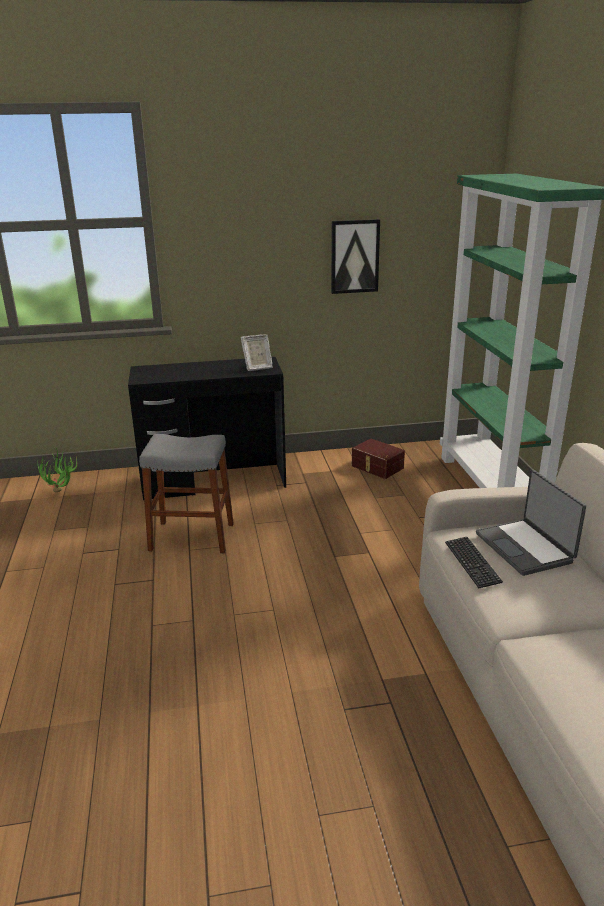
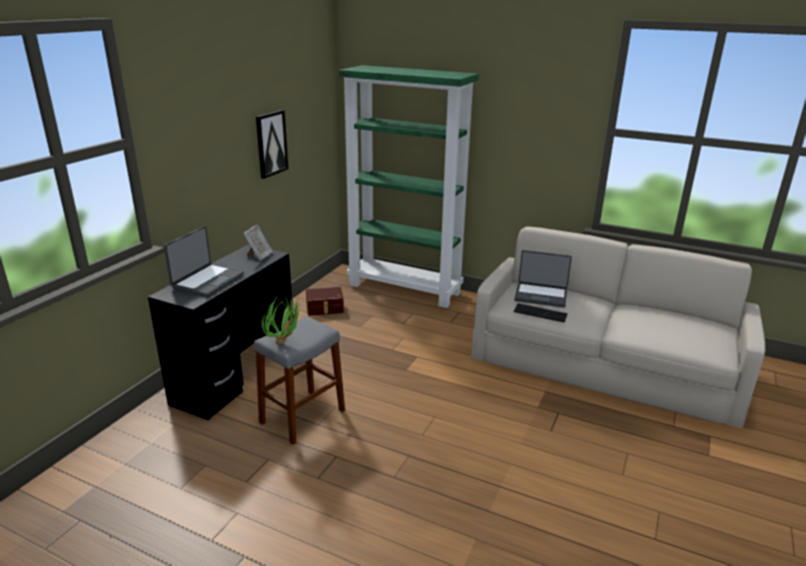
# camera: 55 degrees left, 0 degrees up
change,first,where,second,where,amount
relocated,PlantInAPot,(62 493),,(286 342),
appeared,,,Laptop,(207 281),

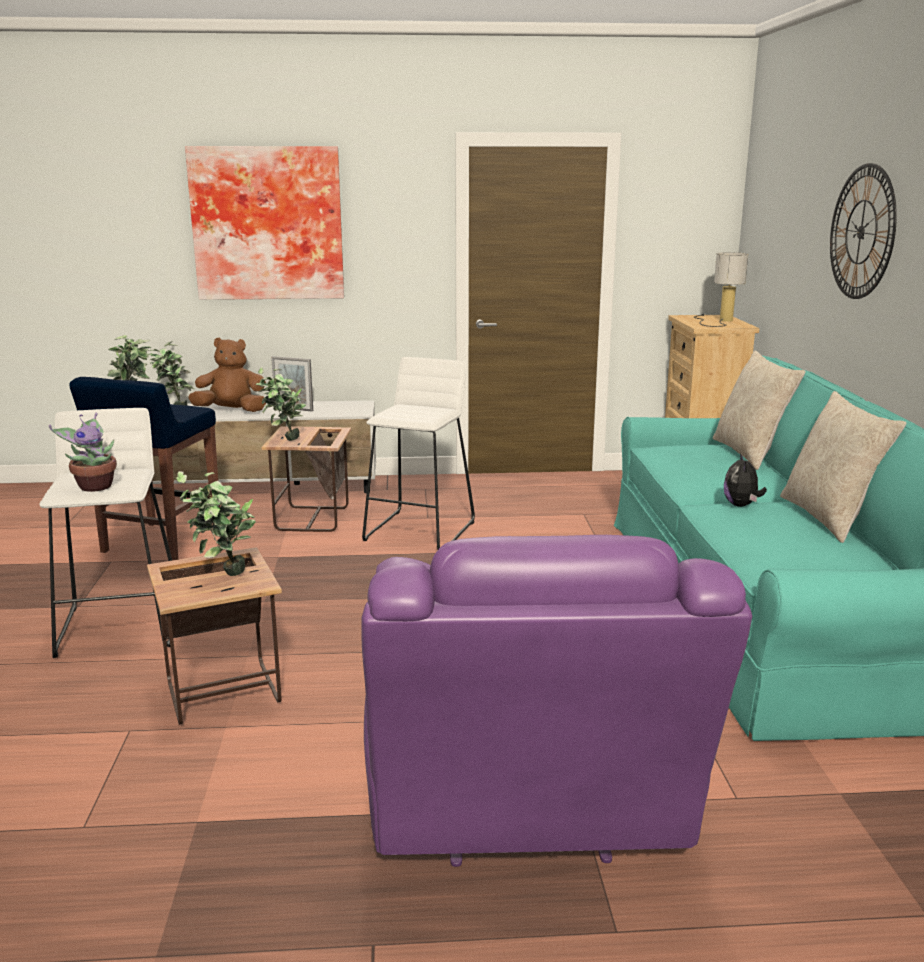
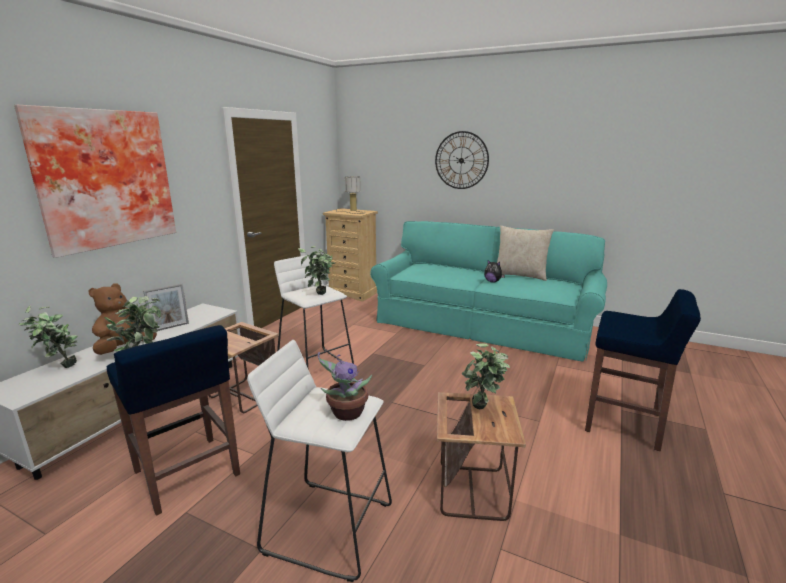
# camera: 60 degrees left, 0 degrees up
change,first,where,second,where,amount
relocated,PlantInAPot,(283 440),,(319 295),
exchanged,PurpleColouredLoungeChair,(527 811),BlueColouredStool,(624 423),
missing,BeigeColouredThrowPillow,(750 453),,,

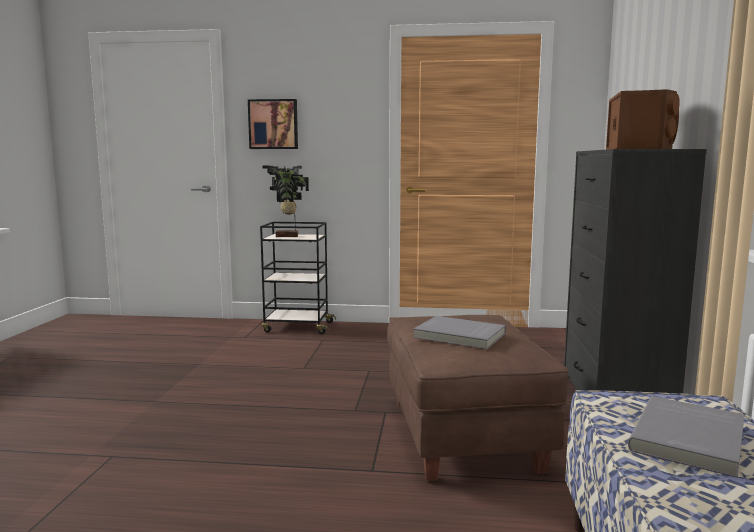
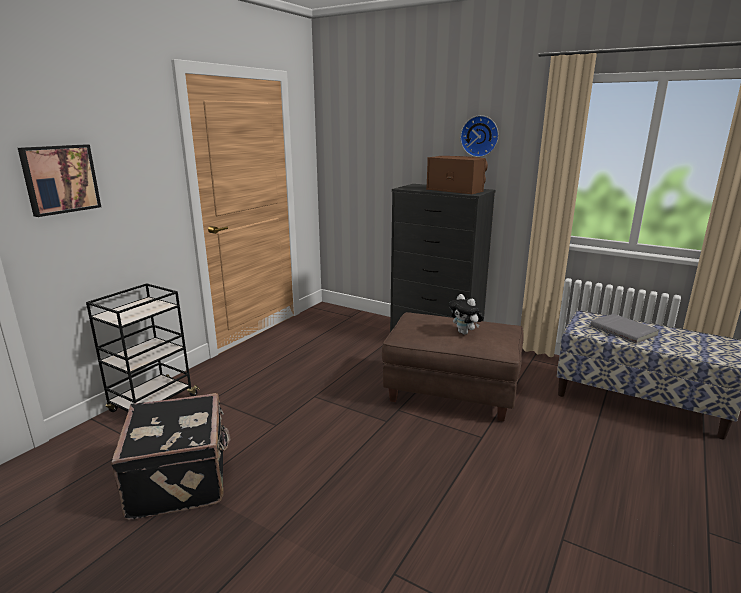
# camera: 65 degrees left, 10 degrees up
change,first,where,second,where,amount
missing,PlantInAPot,(287 236),,,
exchanged,GreyishBoundBook,(459 336),CuddlyToy,(465 333),
appeared,,,BlackSuitcase,(182 479),
appeared,,,HangingClock,(480 136),

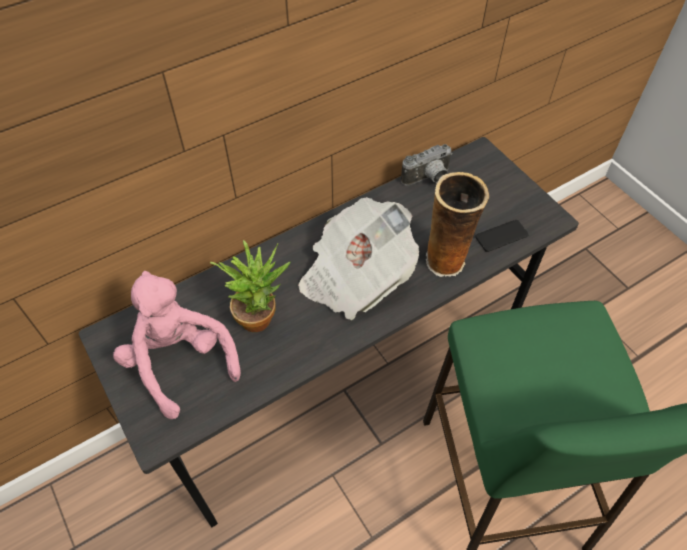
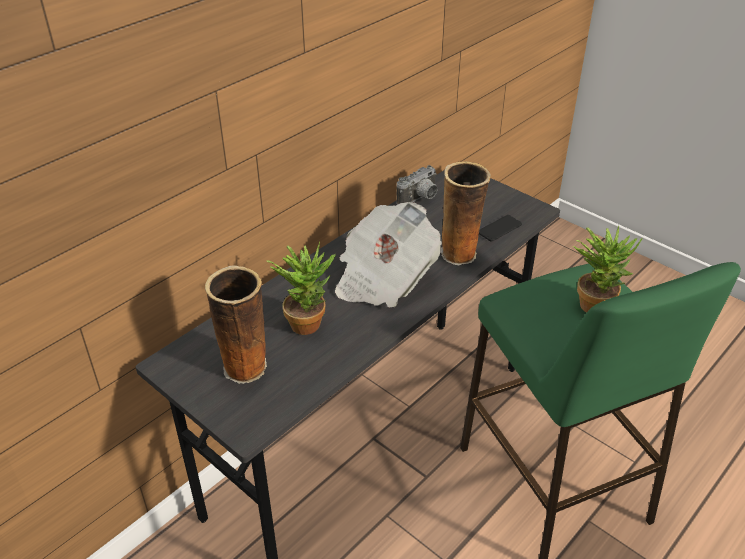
# camera: 15 degrees left, 15 degrees down
change,first,where,second,where,amount
exchanged,PinkishCuddlyToy,(180 361),Vase,(245 369),
appeared,,,PlantInAPot,(596 302),

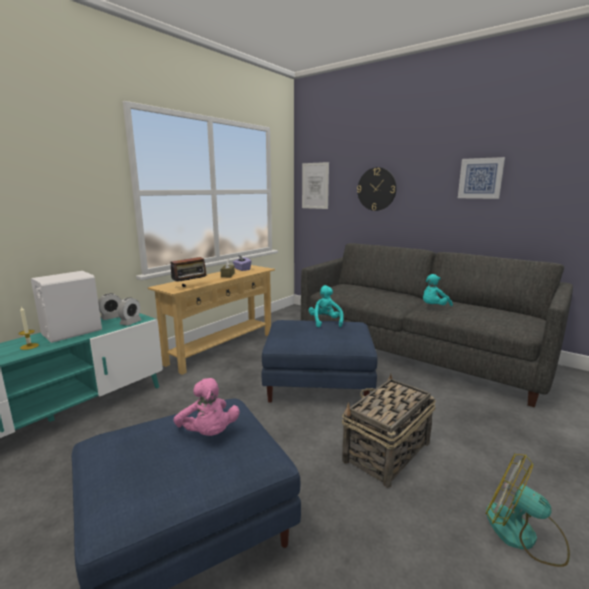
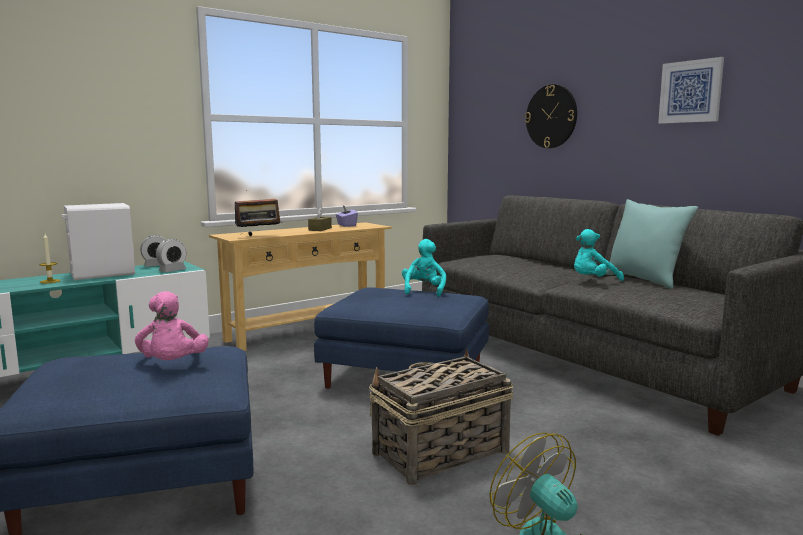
# camera: 15 degrees right, 5 degrees down
change,first,where,second,where,amount
missing,Picture,(315 186),,,
appeared,,,TurquoiseThrowPillow,(645 280),

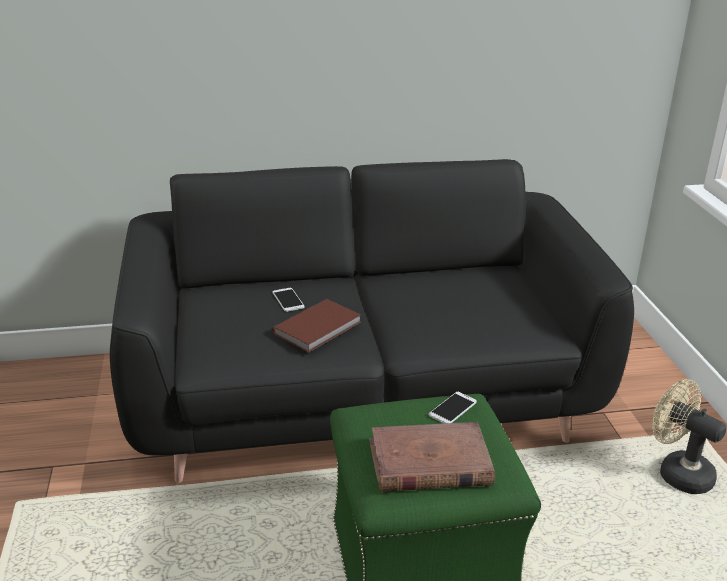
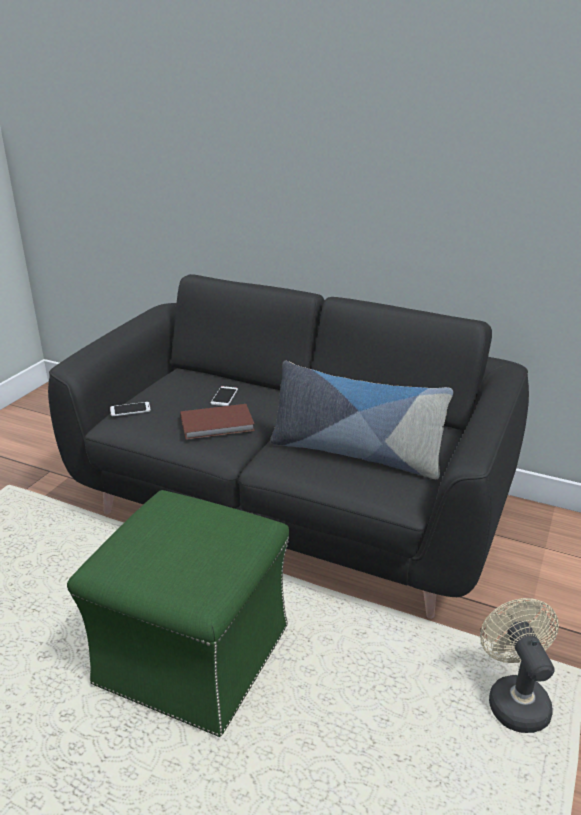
# camera: 35 degrees right, 0 degrees up
change,first,where,second,where,amount
missing,BrownBoundBook,(429 463),,,
relocated,Telephone,(452 409),,(130 409),
appeared,,,ThrowPillow,(355 453),

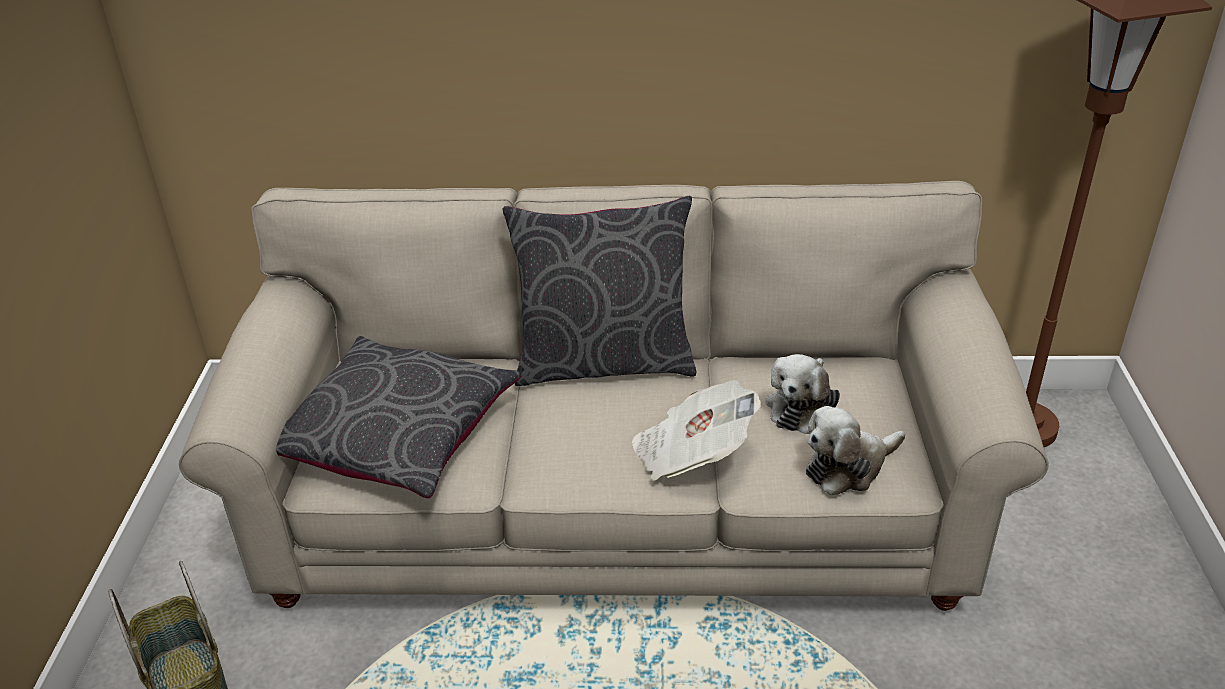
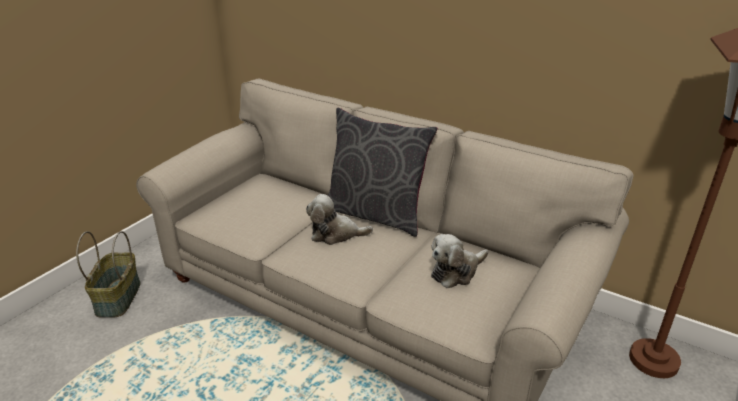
# camera: 30 degrees right, 5 degrees down
change,first,where,second,where,amount
missing,GreyishThrowPillow,(395 433),,,
missing,PrintedPaper,(692 454),,,
relocated,CuddlyToy,(848 467),,(335 234),

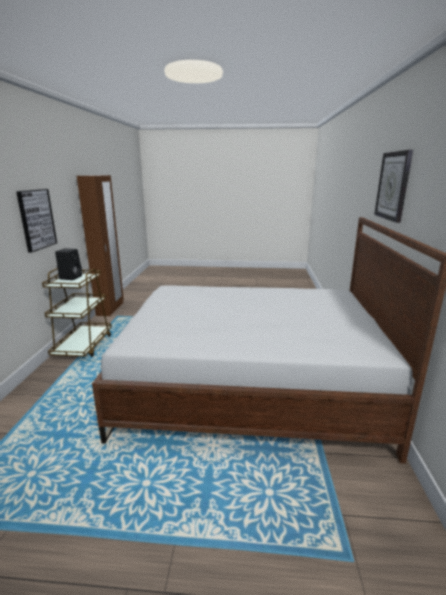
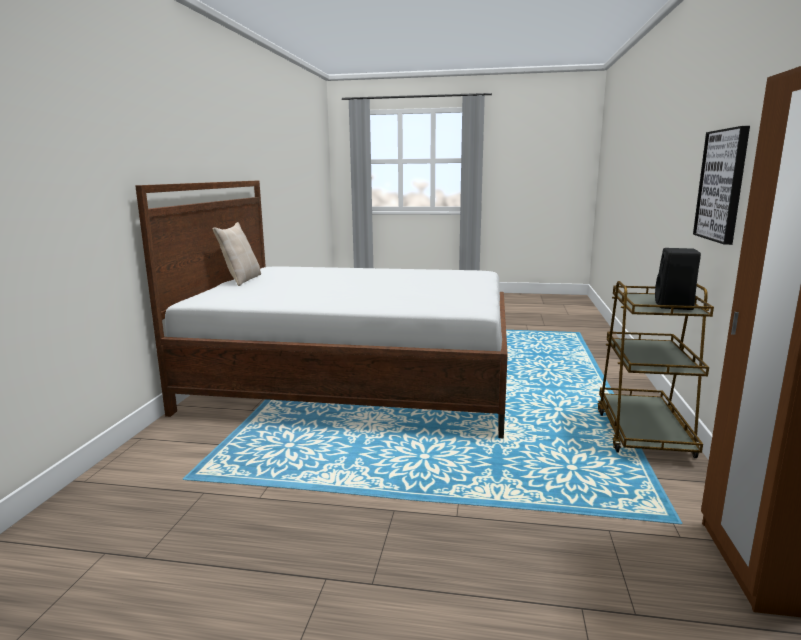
# camera: 175 degrees left, 5 degrees down
change,first,where,second,where,amount
missing,HangingClock,(393 186),,,
appeared,,,BeigeColouredThrowPillow,(241 280),

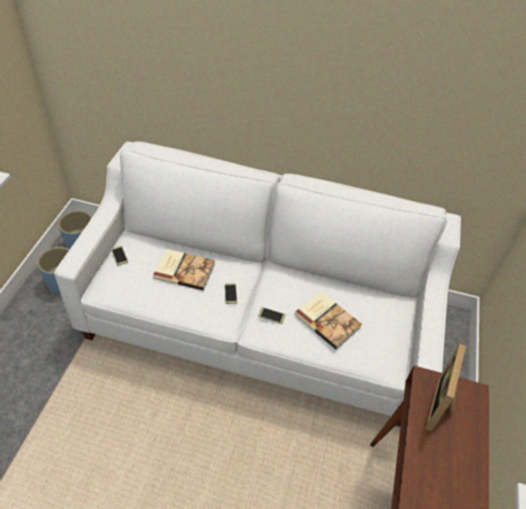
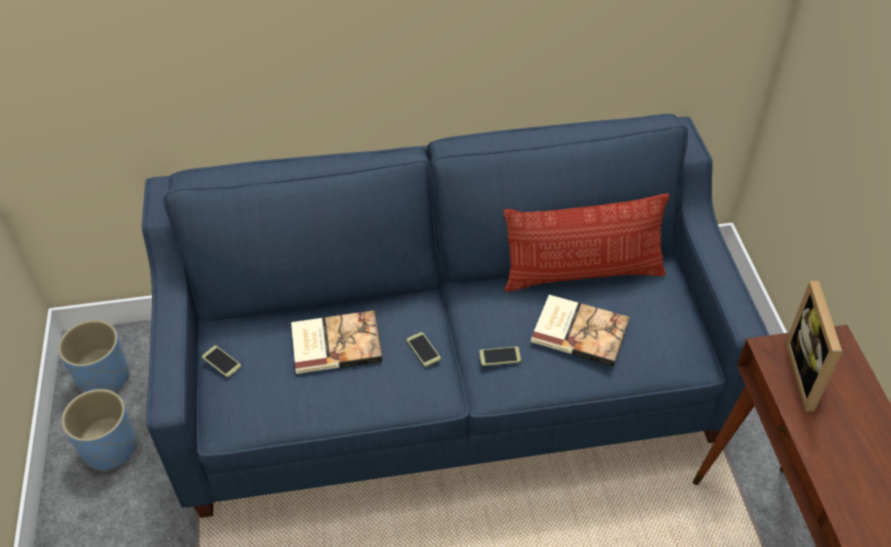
# camera: 20 degrees left, 0 degrees up
change,first,where,second,where,amount
colour,WhiteColouredSettee,(257 321),BlueColouredSettee,(447 381),
appeared,,,ThrowPillow,(582 274),

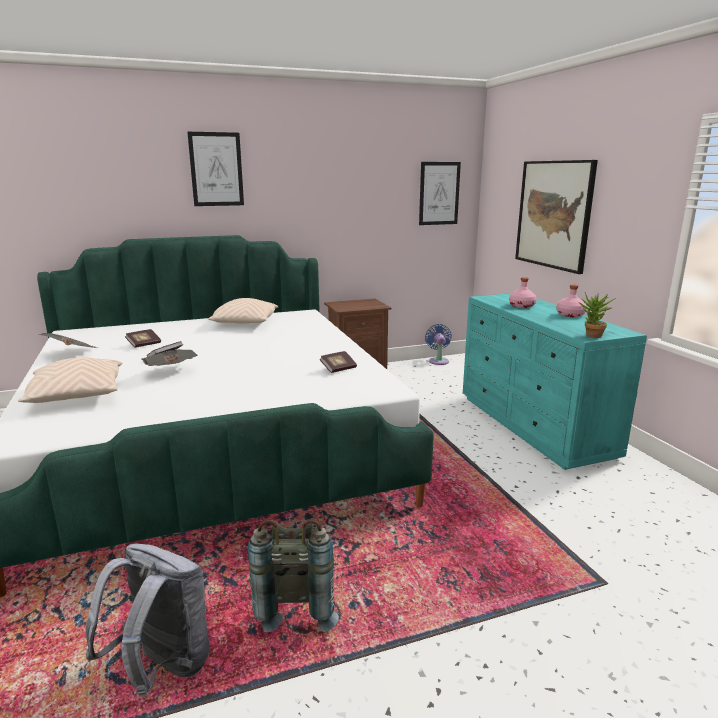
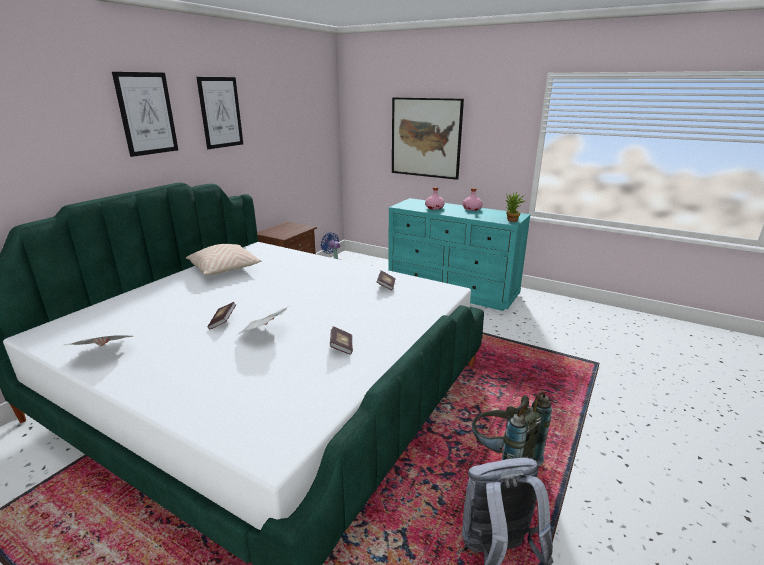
# camera: 40 degrees left, 5 degrees up
change,first,where,second,where,amount
missing,BeigeColouredThrowPillow,(77 396),,,
relocated,BoundBook,(144 344),,(341 347),
relocated,Picture,(439 193),,(220 112),

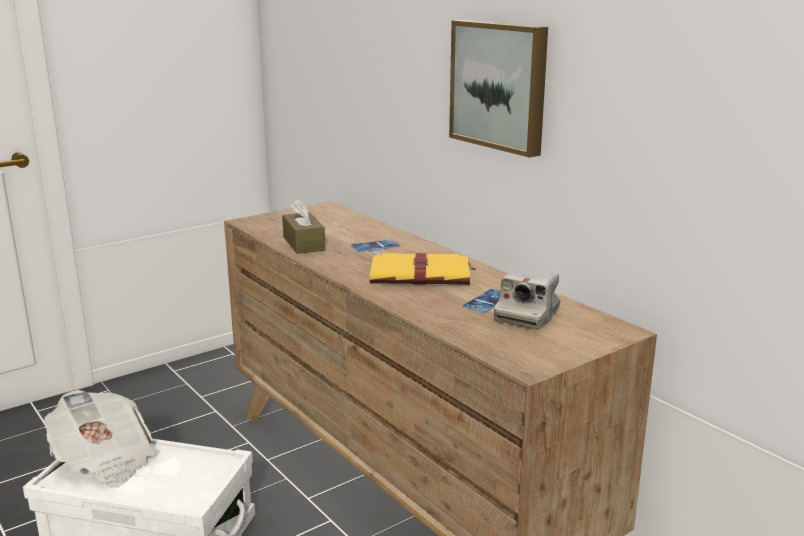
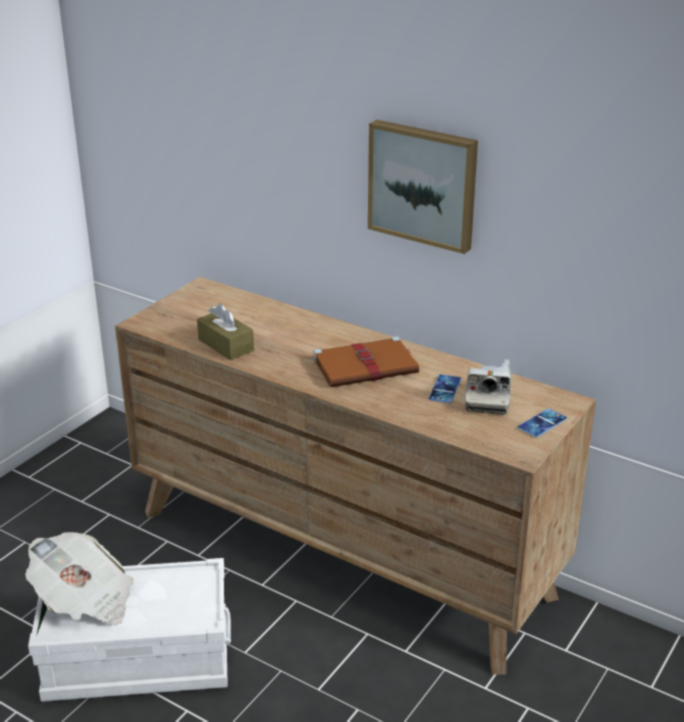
# camera: 20 degrees left, 10 degrees up
change,first,where,second,where,amount
relocated,Telephone,(375 246),,(542 423),
colour,YellowBoundBook,(422 274),BrownBoundBook,(367 366),

